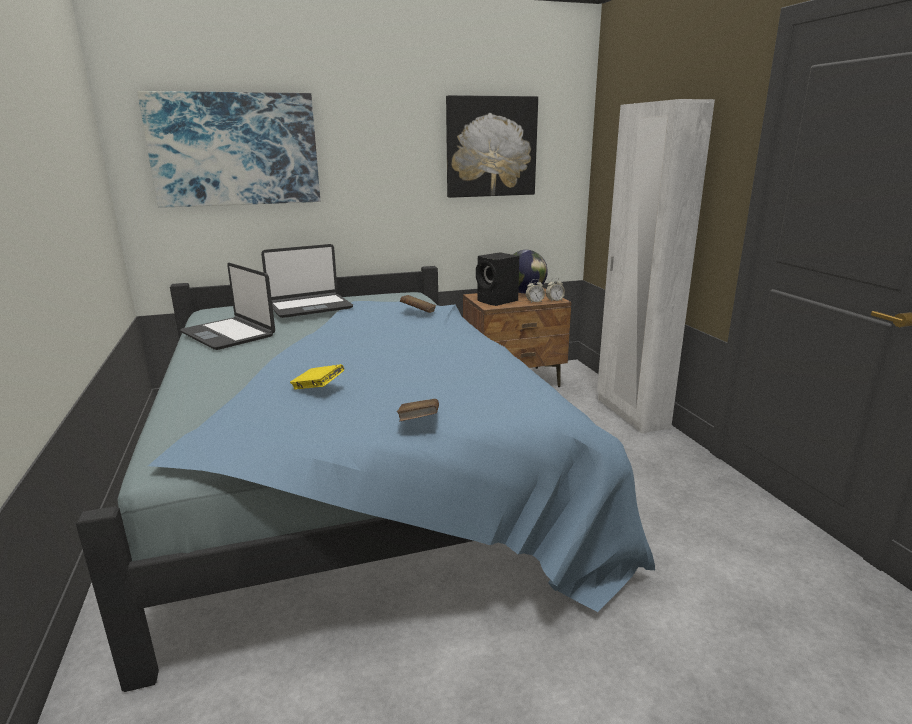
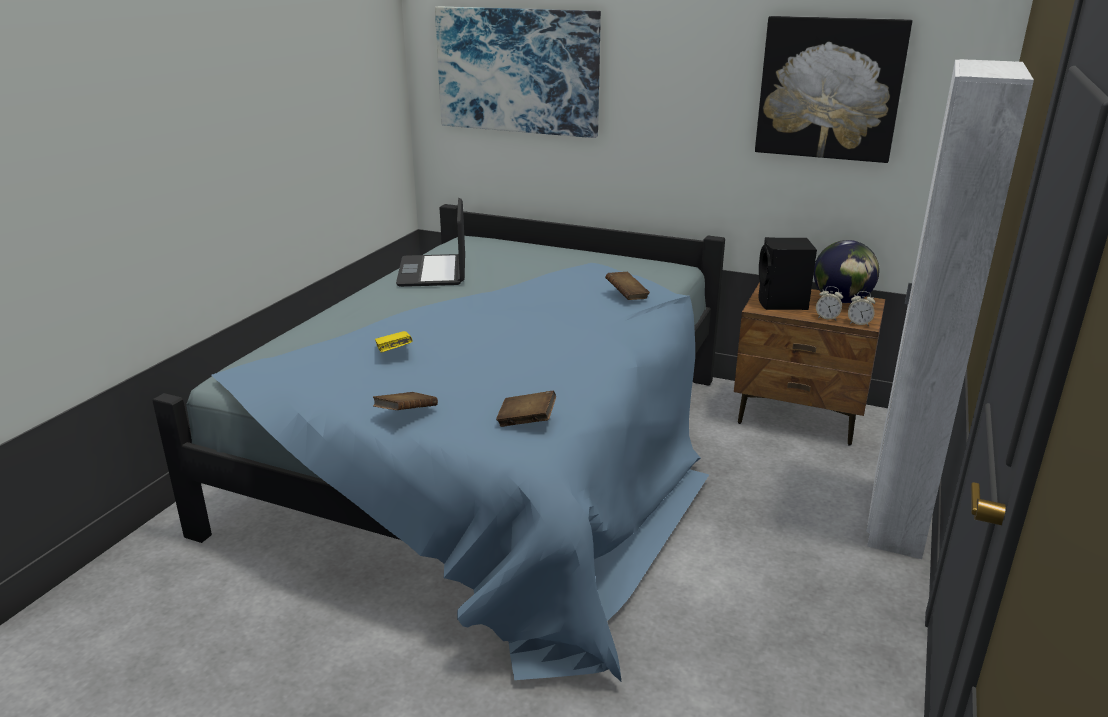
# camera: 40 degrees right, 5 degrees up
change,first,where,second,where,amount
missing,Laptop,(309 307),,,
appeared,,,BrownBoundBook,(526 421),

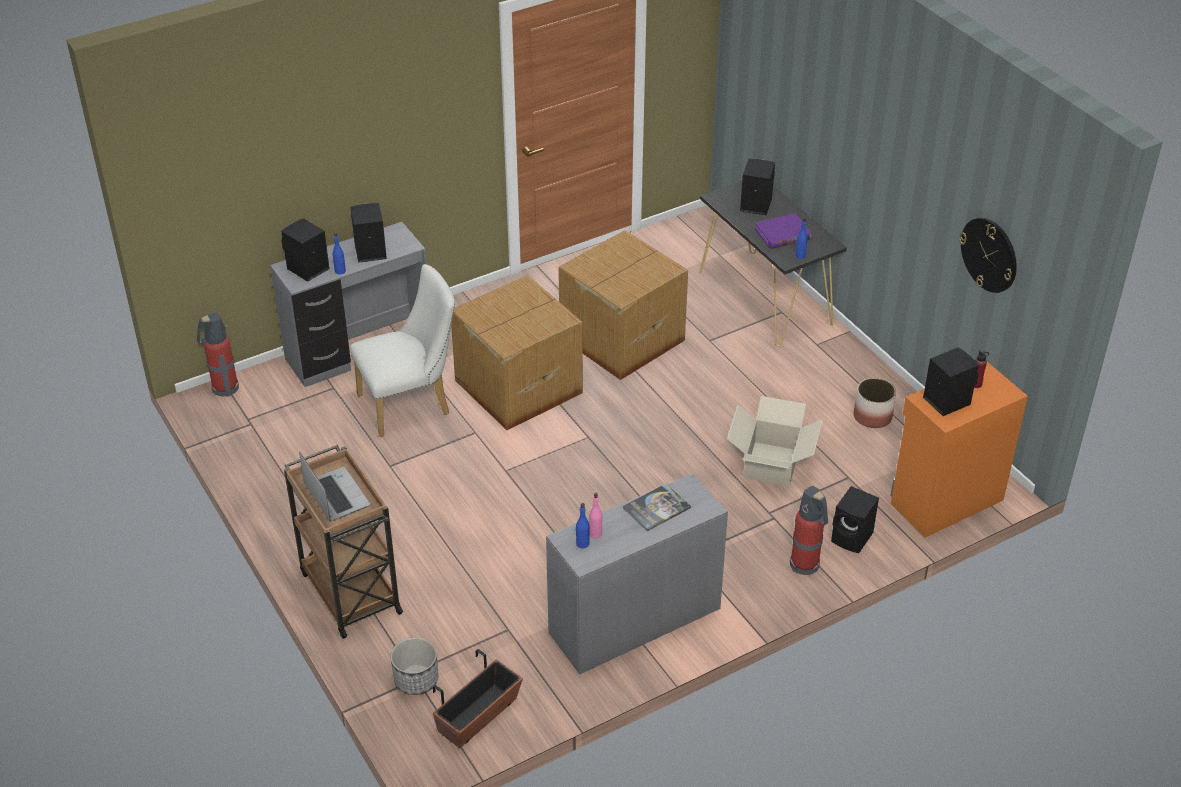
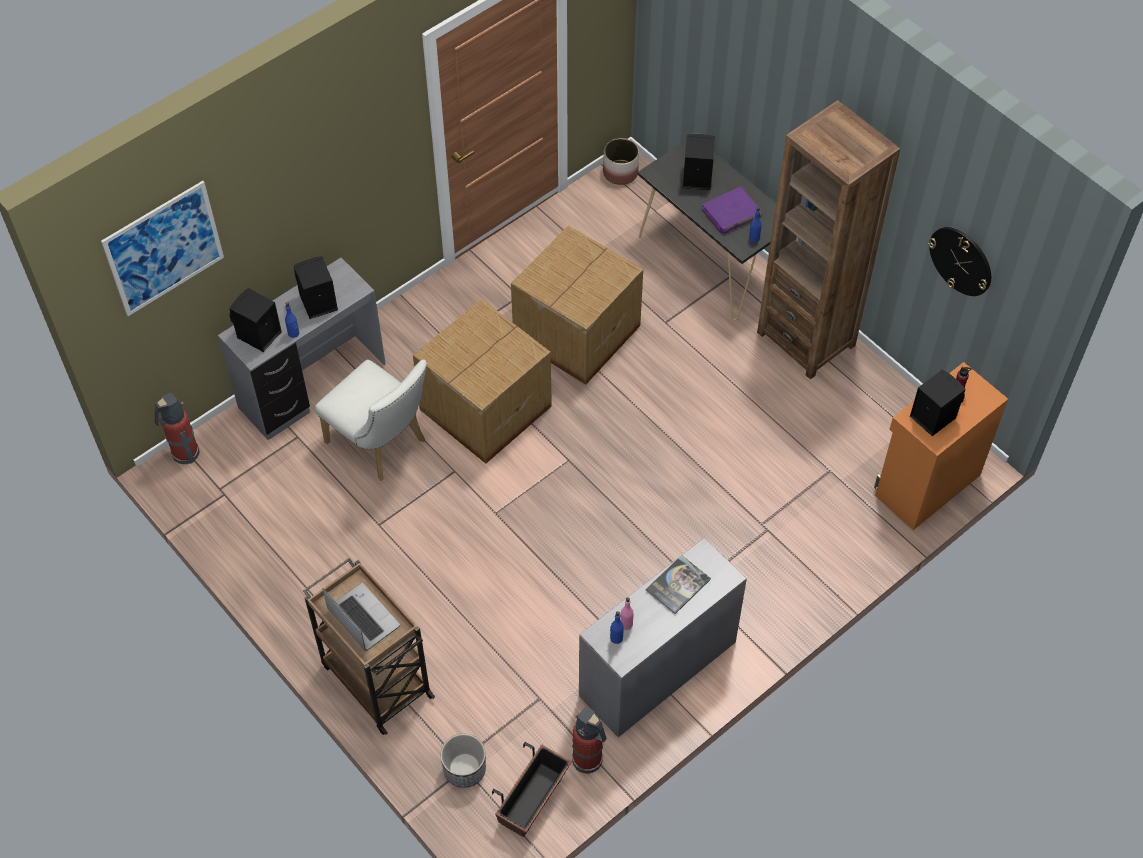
# camera: 10 degrees left, 15 degrees up
change,first,where,second,where,amount
spun,WhiteColouredPlainChair,(411 403),,(381 445),75 degrees clockwise
missing,Carton,(772 464),,,
relocated,FireExtinguisher,(805 565),,(588 760),
missing,BlackAudioSpeaker,(853 538),,,
relocated,Planter,(872 417),,(620 173),
appeared,,,Picture,(164 248),
appeared,,,BrownBookshelf,(806 339),

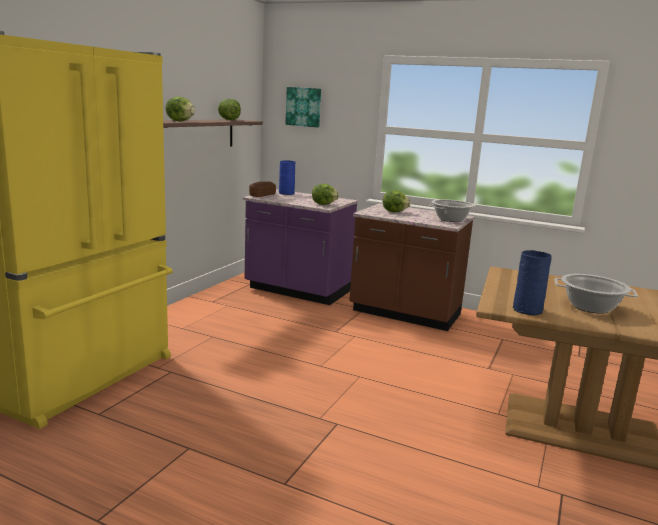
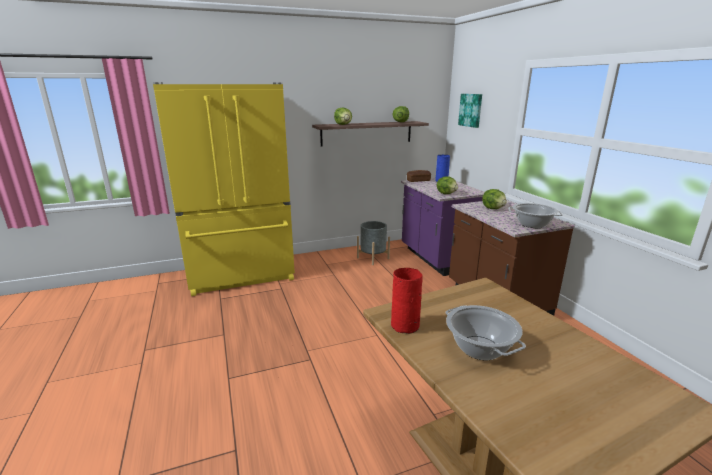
# camera: 45 degrees right, 5 degrees up
change,first,where,second,where,amount
colour,BlueColouredVase,(528 310),ReddishVase,(405 326),
appeared,,,GreyishPlanter,(373 258),

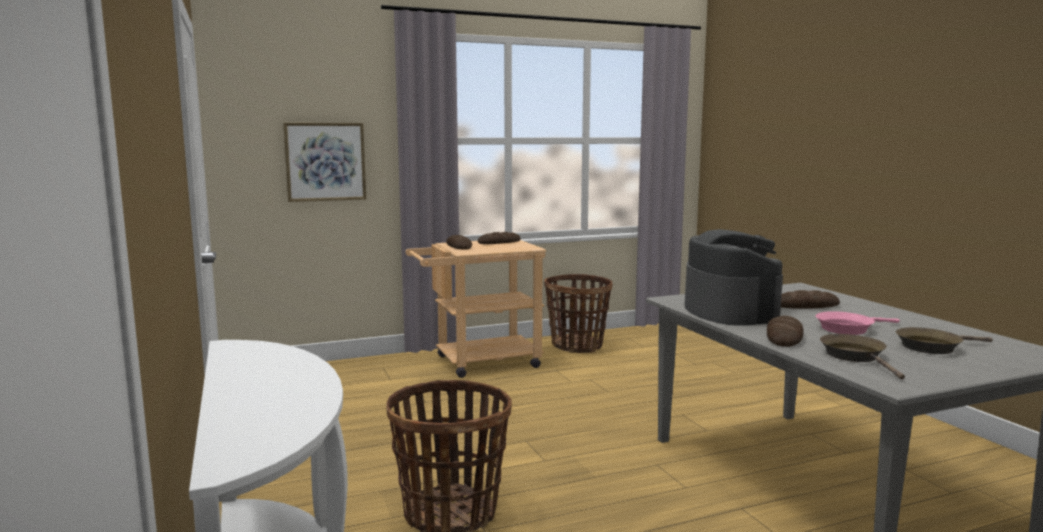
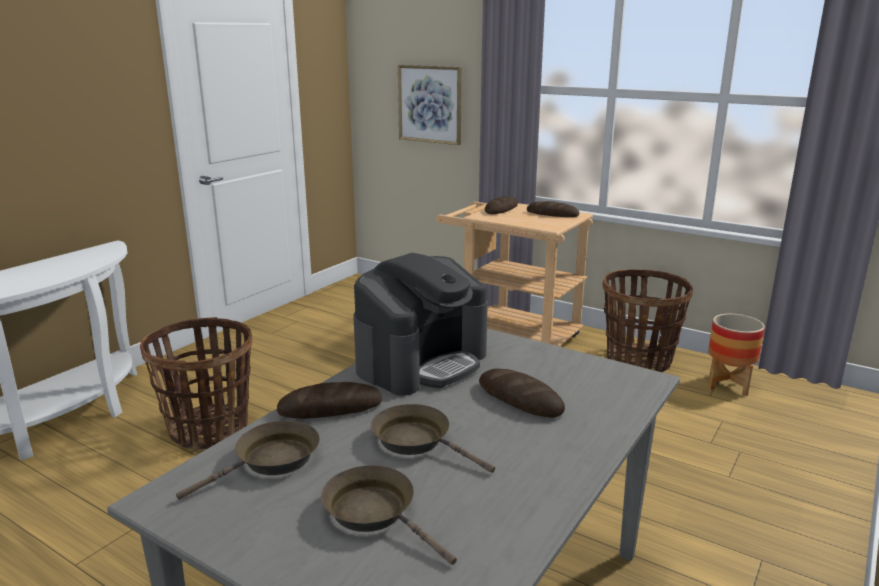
# camera: 55 degrees right, 10 degrees up
change,first,where,second,where,amount
colour,PinkishFryingPan,(848 328),BrownFryingPan,(417 441),
appeared,,,Planter,(728 385),

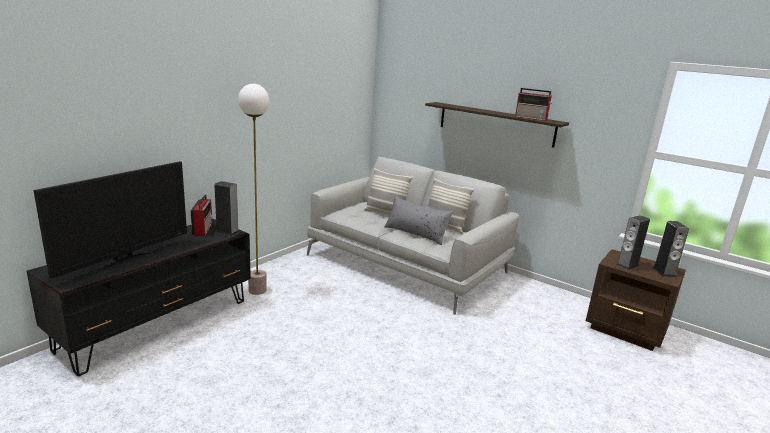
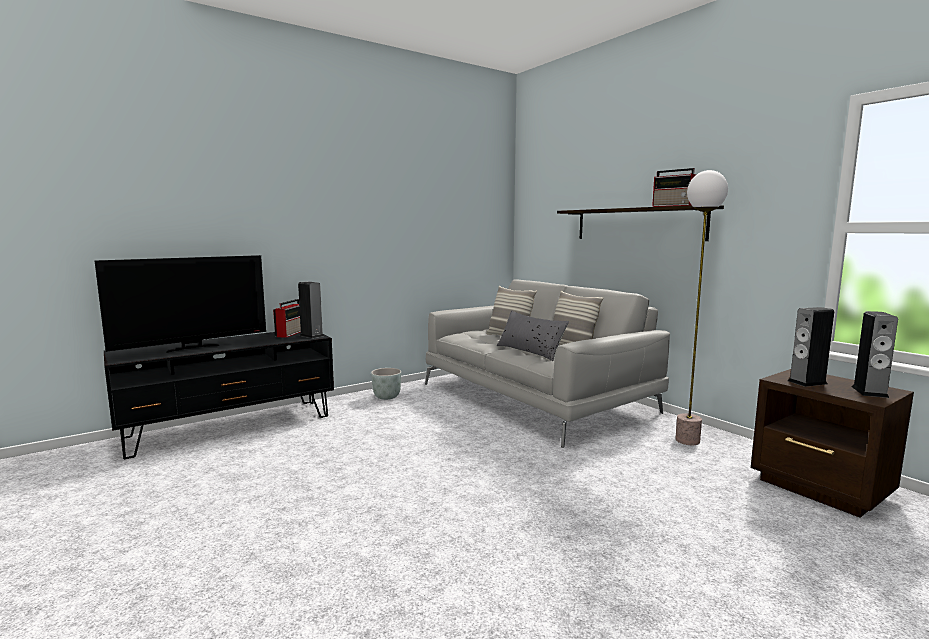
# camera: 20 degrees right, 10 degrees down
change,first,where,second,where,amount
relocated,StandingLamp,(257 290),,(687 440),
appeared,,,GreyishPlanter,(387 397),

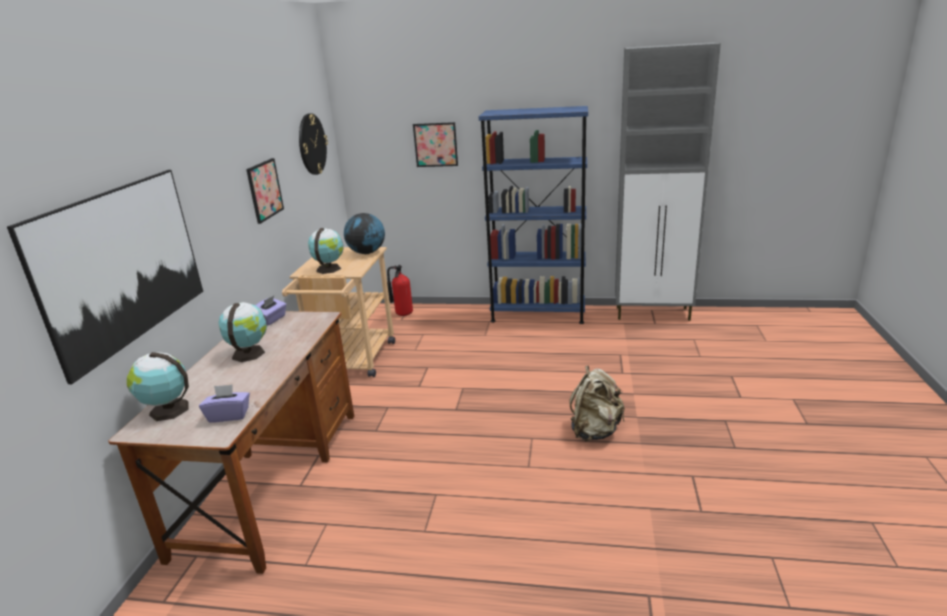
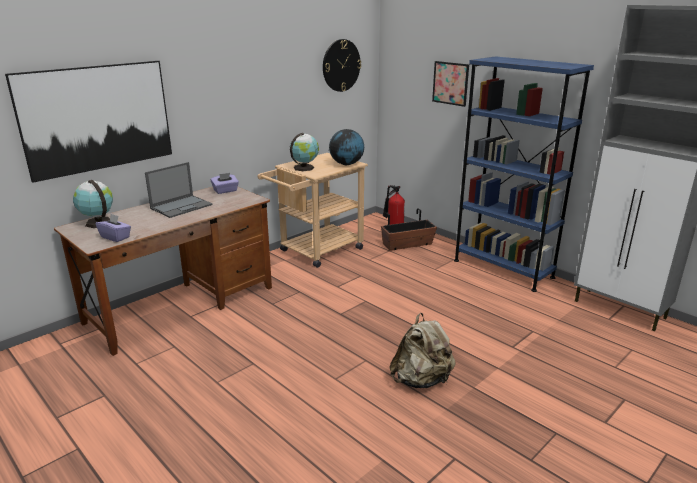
# camera: 35 degrees right, 0 degrees up
change,first,where,second,where,amount
exchanged,Globe,(249 353),Laptop,(182 206),
missing,Picture,(265 190),,,
appeared,,,Planter,(407 244),

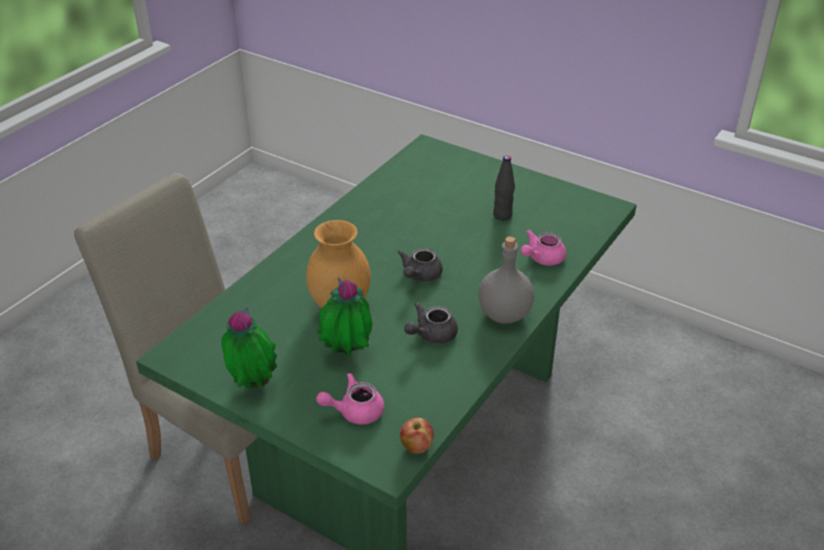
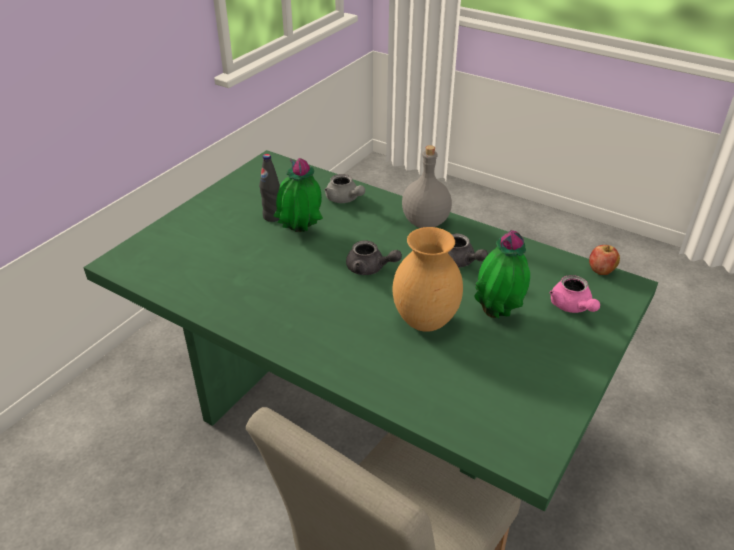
# camera: 90 degrees left, 0 degrees up
change,first,where,second,where,amount
relocated,PlantInAPot,(252 386),,(300 233),
colour,PinkishPotForTea,(541 258),GreyishPotForTea,(344 199),

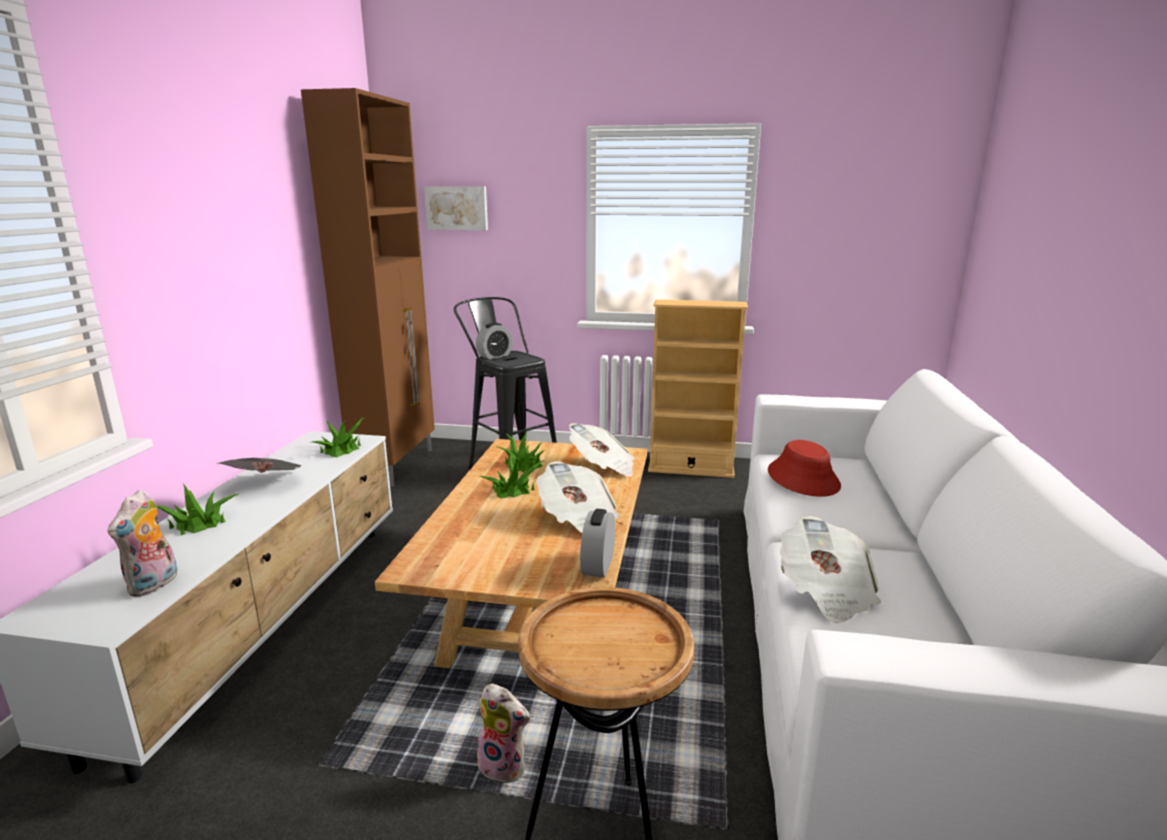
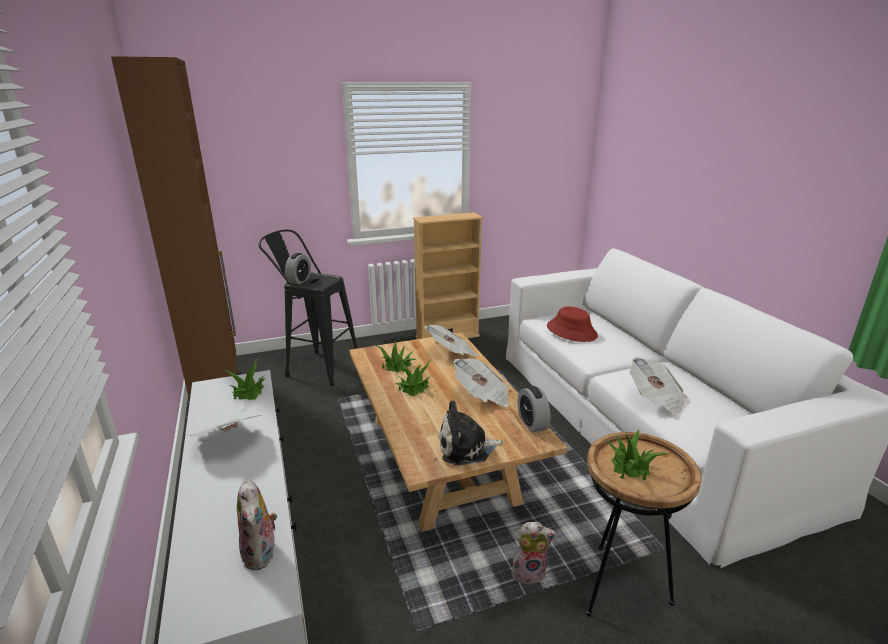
# camera: 30 degrees left, 5 degrees up
change,first,where,second,where,amount
relocated,PlantInAPot,(198 523),,(630 466),
missing,Picture,(457 208),,,
appeared,,,CuddlyToy,(466 448),

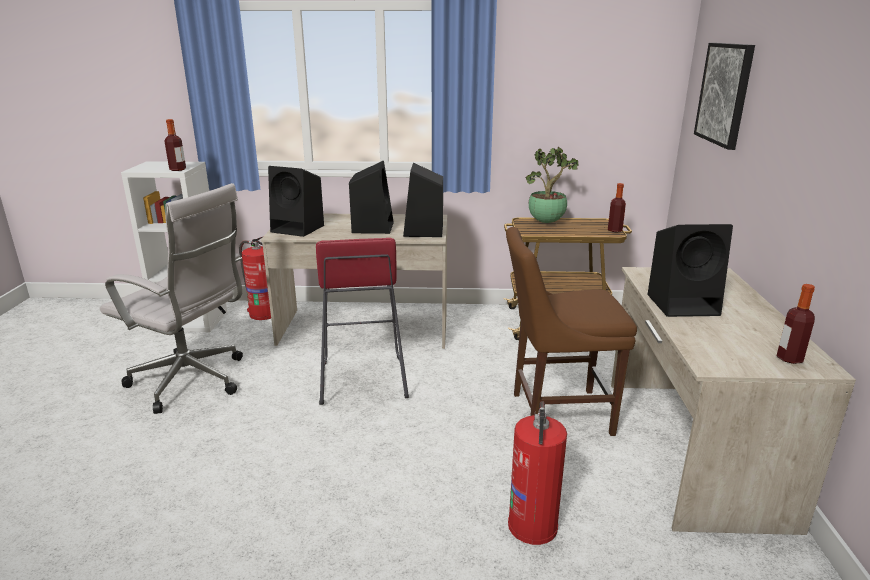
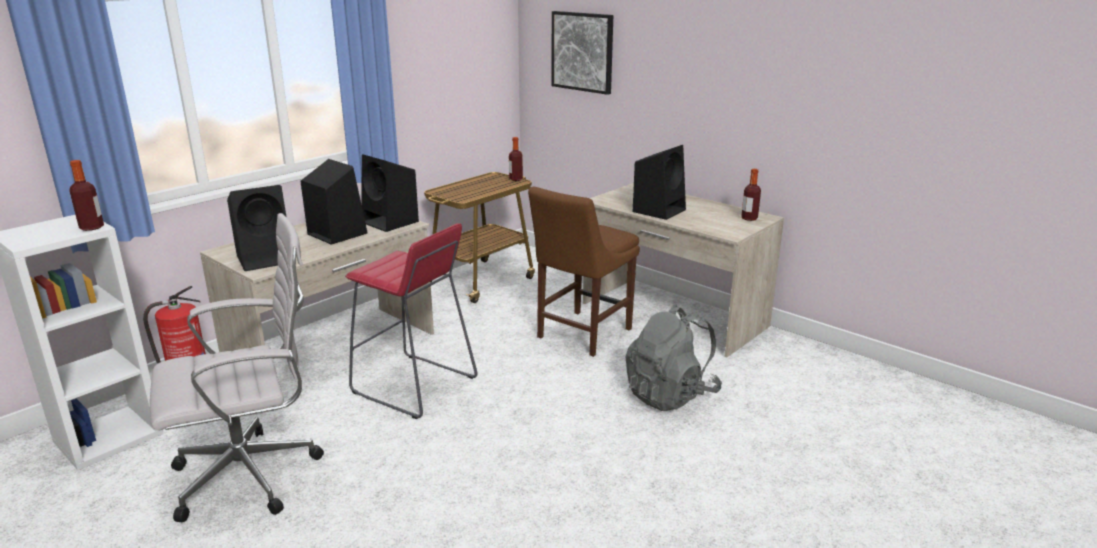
# camera: 50 degrees left, 0 degrees up
change,first,where,second,where,amount
exchanged,FireExtinguisher,(533 524),GreyishKnapsack,(670 395),
missing,PlantInAPot,(547 222),,,

